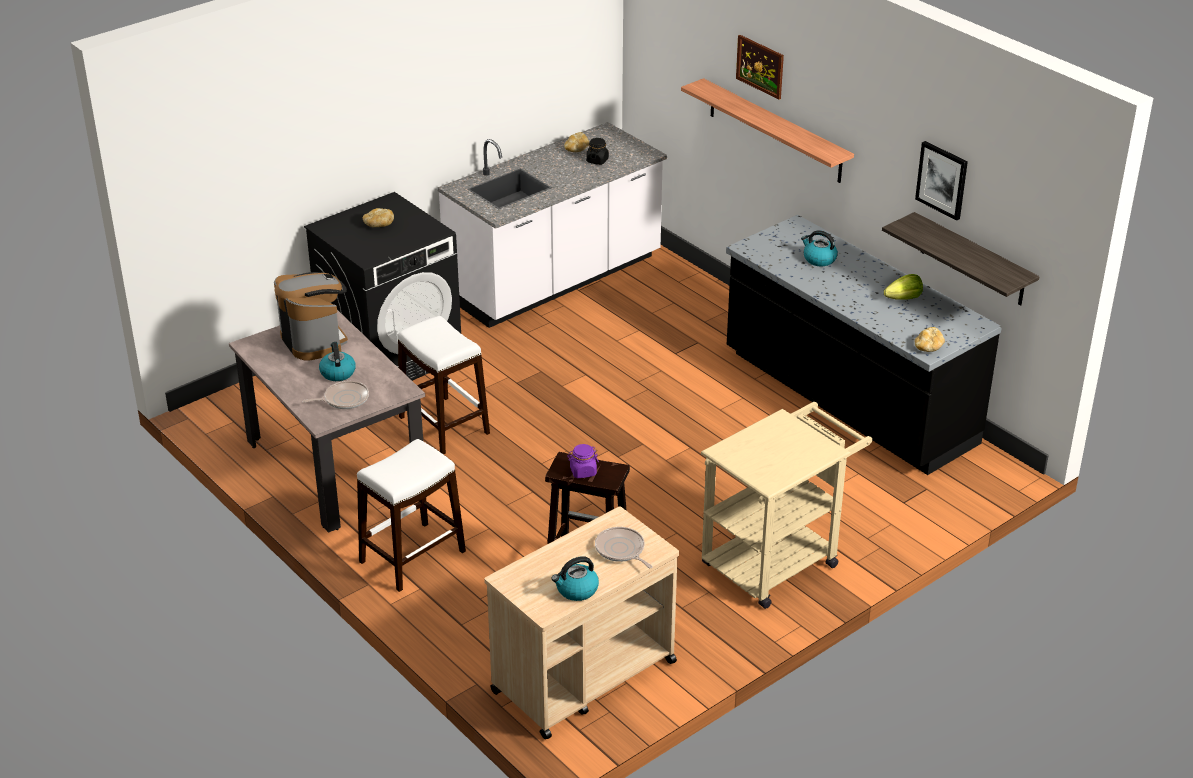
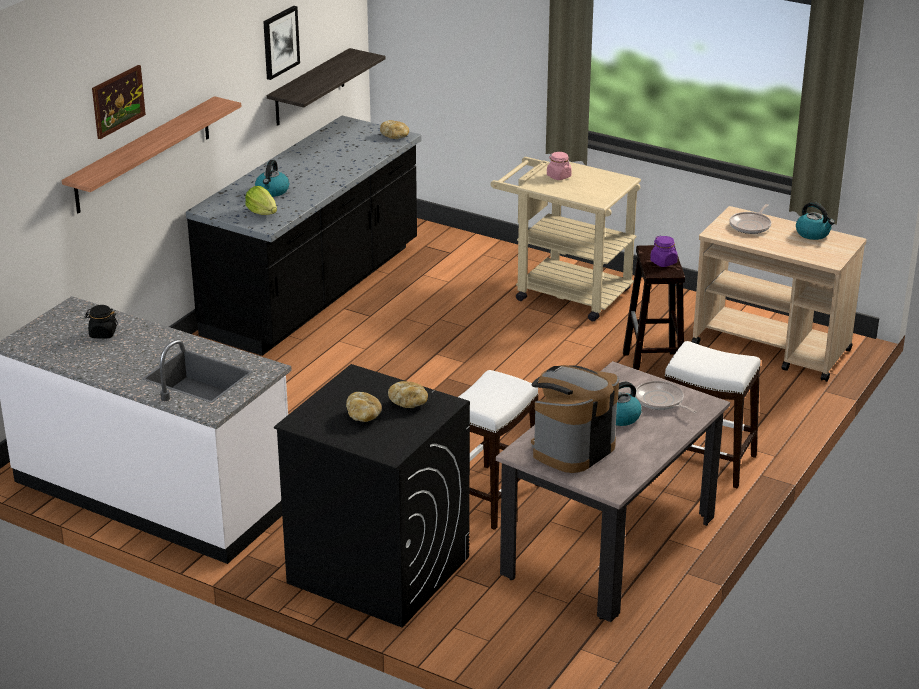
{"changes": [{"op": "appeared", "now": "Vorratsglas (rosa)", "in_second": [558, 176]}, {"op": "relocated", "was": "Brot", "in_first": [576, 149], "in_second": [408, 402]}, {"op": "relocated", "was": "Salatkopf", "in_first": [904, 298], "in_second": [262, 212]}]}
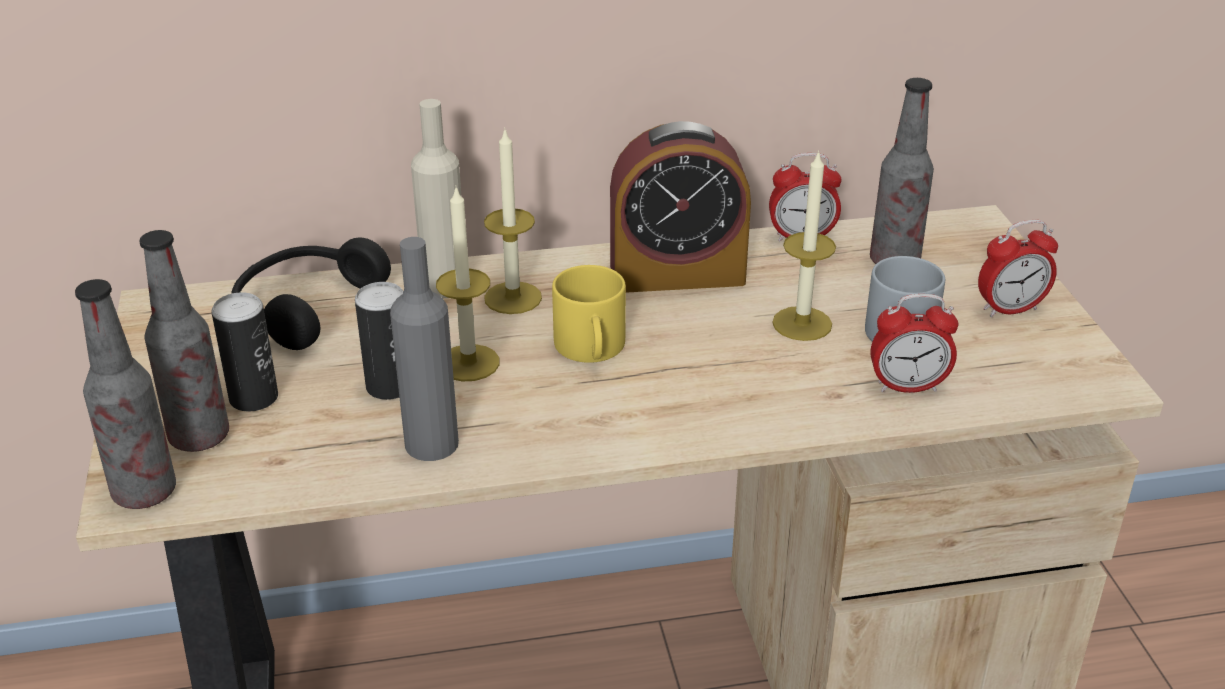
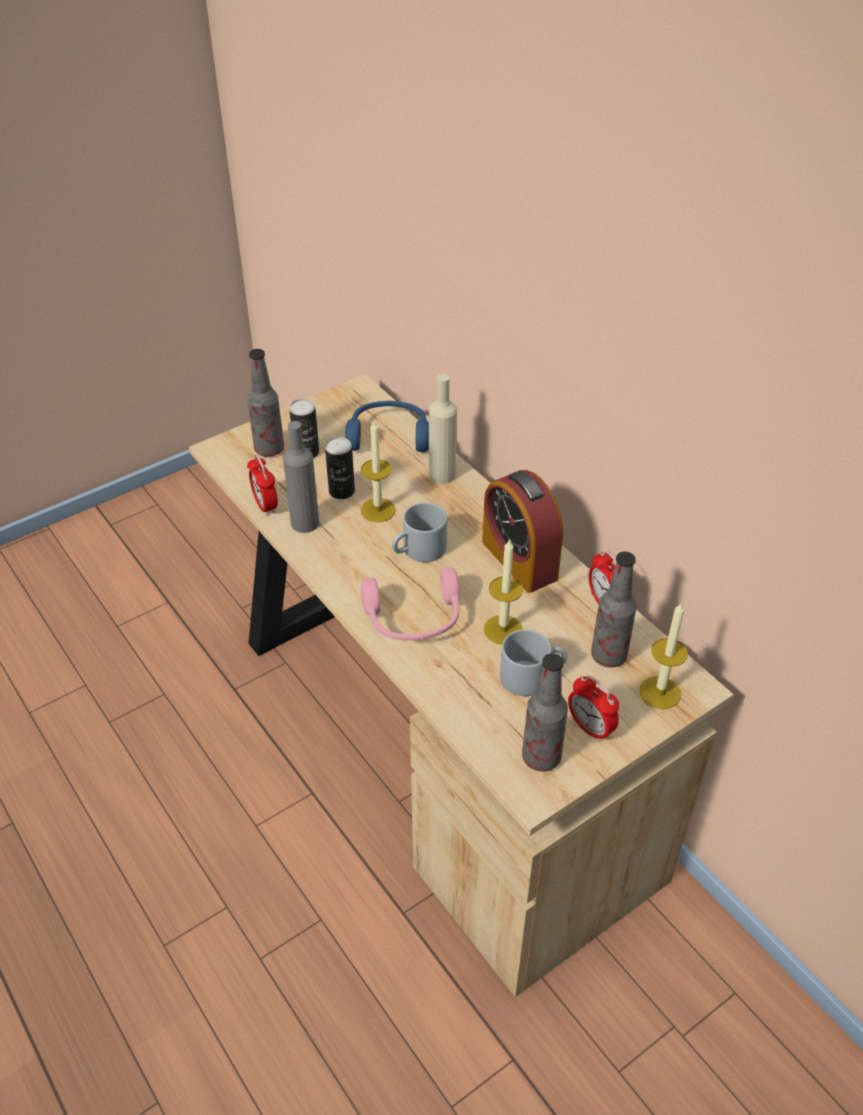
{"changes": [{"op": "appeared", "now": "Kopfhörer (rosa)", "in_second": [414, 619]}, {"op": "relocated", "was": "Flasche", "in_first": [144, 492], "in_second": [541, 757]}, {"op": "relocated", "was": "Kerze", "in_first": [513, 298], "in_second": [660, 692]}, {"op": "relocated", "was": "Wecker", "in_first": [907, 387], "in_second": [265, 506]}, {"op": "colour", "was": "Kopfhörer (schwarz)", "now": "Kopfhörer (blau)", "in_first": [304, 307], "in_second": [389, 435]}, {"op": "colour", "was": "Henkelbecher (gelb)", "now": "Henkelbecher (grau)", "in_first": [593, 350], "in_second": [419, 551]}]}
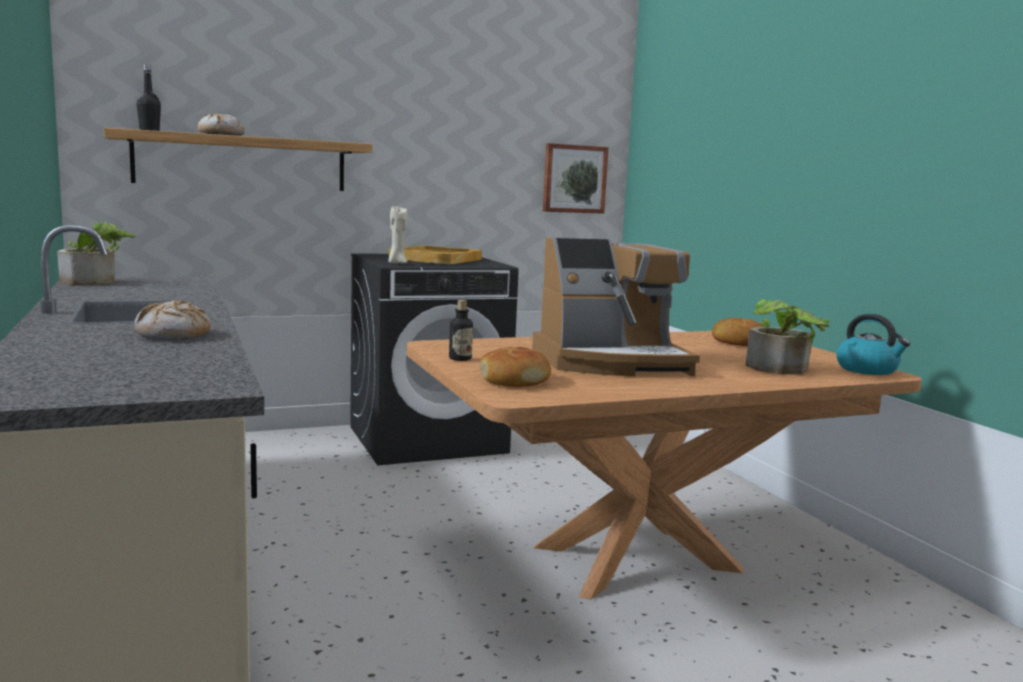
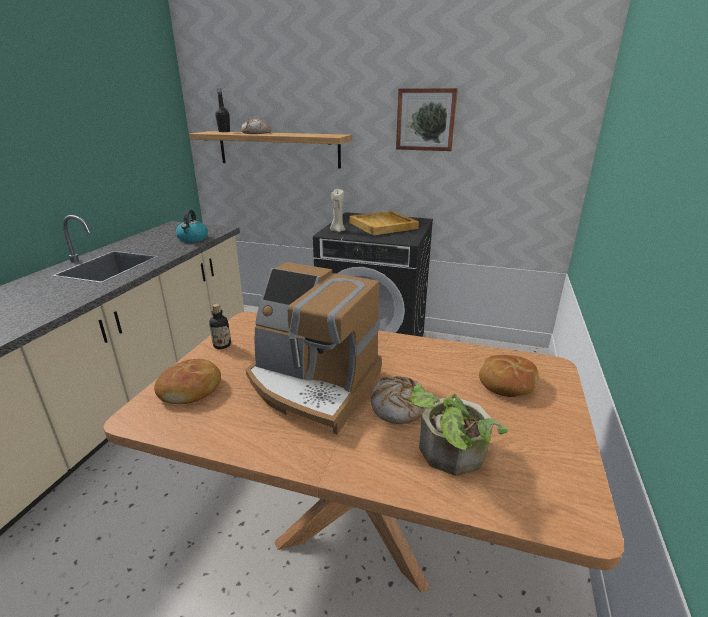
{"changes": [{"op": "missing", "was": "Topfpflanze", "in_first": [96, 281]}, {"op": "relocated", "was": "Brot", "in_first": [173, 334], "in_second": [398, 407]}, {"op": "relocated", "was": "Bild", "in_first": [574, 179], "in_second": [426, 119]}, {"op": "relocated", "was": "Wasserkessel", "in_first": [868, 370], "in_second": [193, 239]}]}
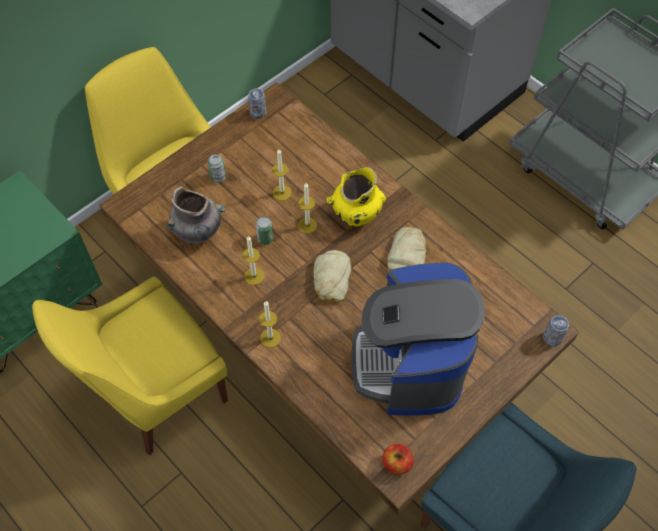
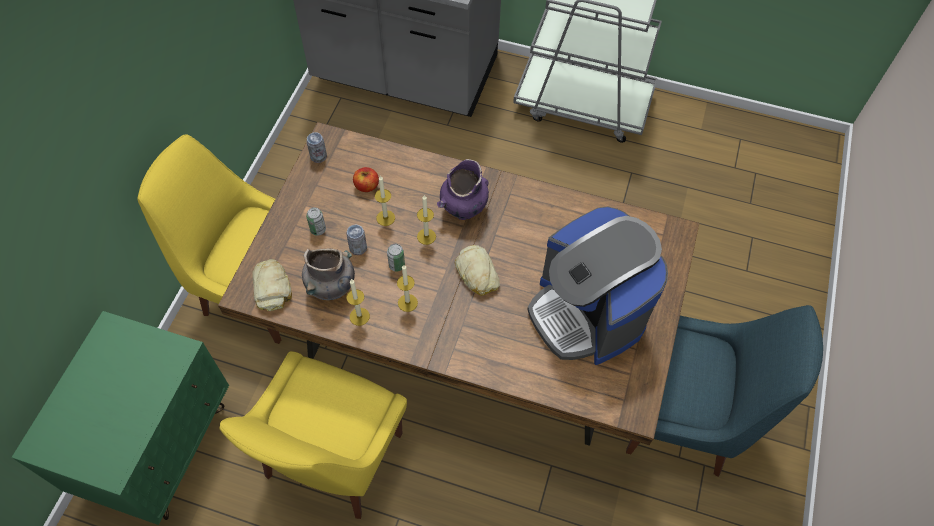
{"changes": [{"op": "relocated", "was": "Kerze", "in_first": [270, 338], "in_second": [359, 316]}, {"op": "relocated", "was": "Apfel", "in_first": [397, 463], "in_second": [366, 186]}, {"op": "relocated", "was": "Brot", "in_first": [408, 255], "in_second": [273, 287]}, {"op": "relocated", "was": "Dose", "in_first": [552, 338], "in_second": [358, 248]}, {"op": "colour", "was": "Vase (gelb)", "now": "Vase (lila)", "in_first": [355, 216], "in_second": [463, 210]}]}
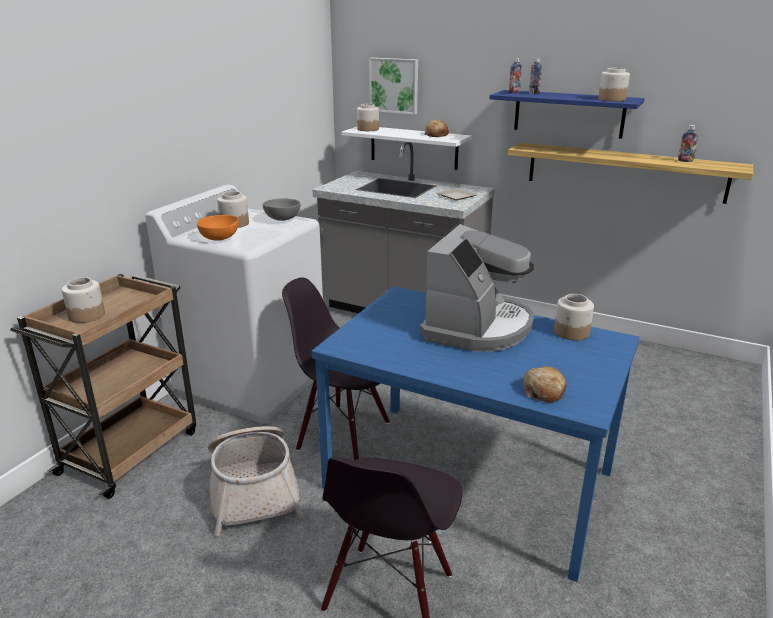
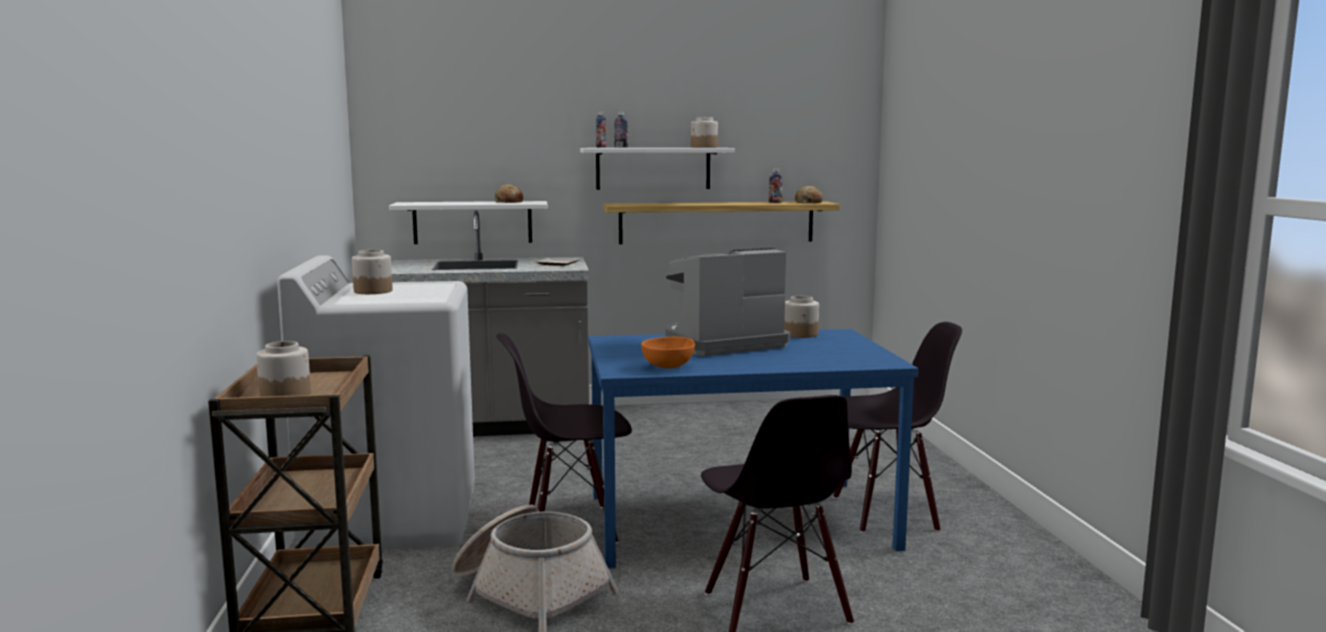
{"changes": [{"op": "missing", "was": "Schüssel (grau)", "in_first": [281, 219]}, {"op": "missing", "was": "Vorratsglas", "in_first": [368, 129]}, {"op": "missing", "was": "Bild", "in_first": [394, 85]}, {"op": "appeared", "now": "Stuhl (schwarz)", "in_second": [885, 512]}, {"op": "relocated", "was": "Schüssel (orange)", "in_first": [220, 239], "in_second": [669, 367]}, {"op": "relocated", "was": "Brot", "in_first": [544, 391], "in_second": [808, 202]}, {"op": "colour", "was": "Wandregal (blau)", "now": "Wandregal (weiß)", "in_first": [568, 114], "in_second": [653, 168]}, {"op": "spun", "was": "Kaffeemaschine", "in_first": [478, 327], "in_second": [722, 343], "clockwise": -105}]}
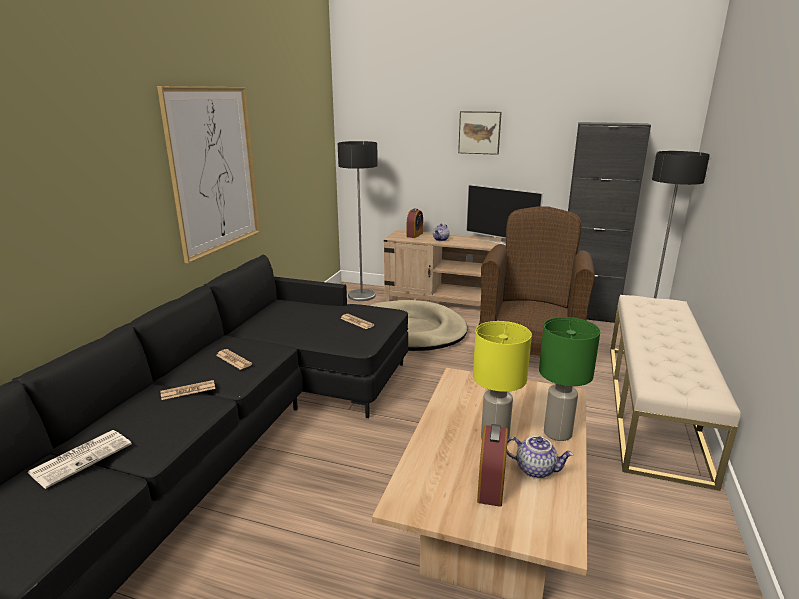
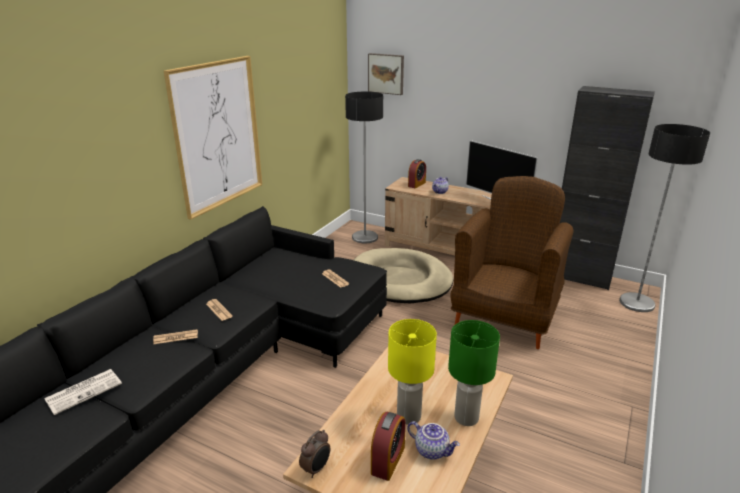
{"changes": [{"op": "missing", "was": "Bank (beige)", "in_first": [653, 406]}, {"op": "appeared", "now": "Wecker", "in_second": [316, 469]}, {"op": "relocated", "was": "Bild", "in_first": [479, 132], "in_second": [386, 73]}]}
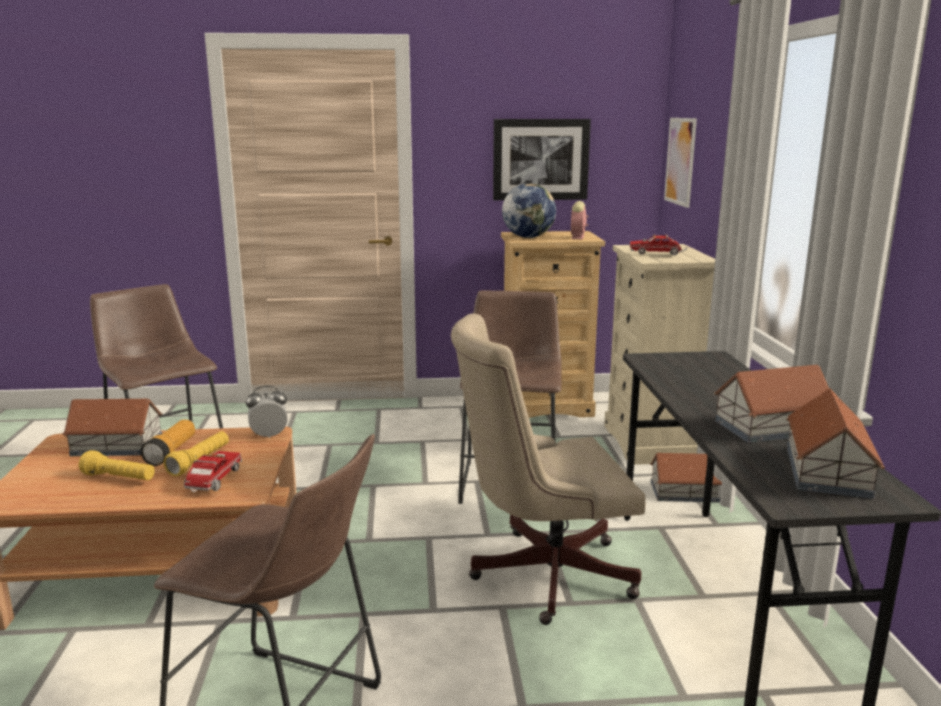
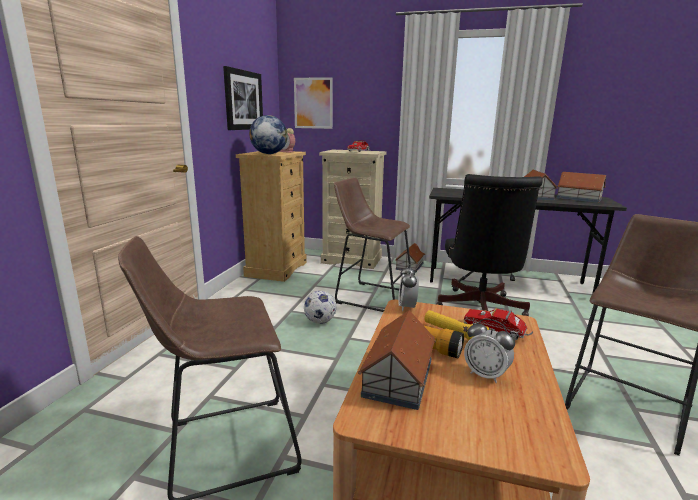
{"changes": [{"op": "appeared", "now": "Fußball", "in_second": [320, 321]}, {"op": "exchanged", "was": "Taschenlampe (gelb)", "now": "Wecker", "in_first": [119, 478], "in_second": [486, 375]}, {"op": "colour", "was": "Bürostuhl (beige)", "now": "Bürostuhl (schwarz)", "in_first": [541, 574], "in_second": [479, 309]}]}
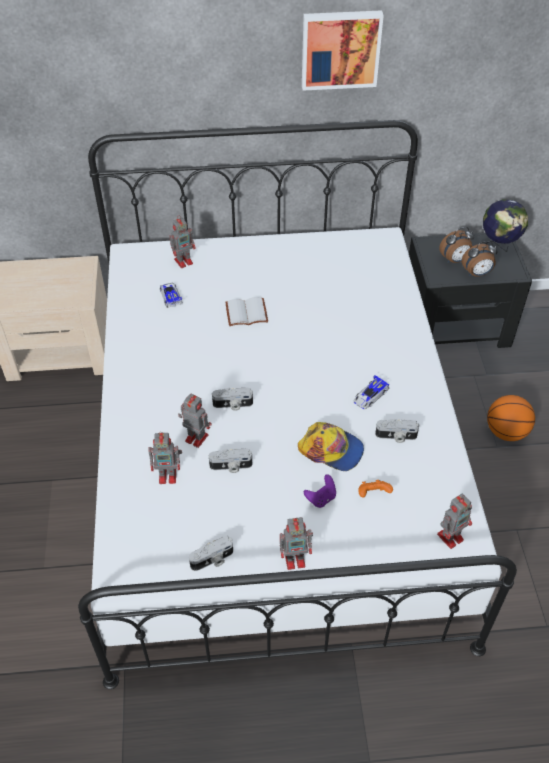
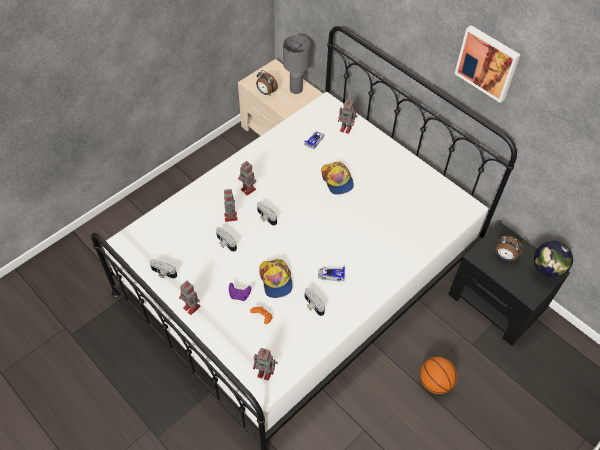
{"changes": [{"op": "appeared", "now": "Tischlampe (grau)", "in_second": [296, 89]}, {"op": "relocated", "was": "Spielzeugroboter", "in_first": [169, 475], "in_second": [248, 190]}, {"op": "relocated", "was": "Wecker", "in_first": [477, 274], "in_second": [266, 92]}, {"op": "exchanged", "was": "Buch (weiß)", "now": "Kappe", "in_first": [247, 312], "in_second": [337, 180]}]}
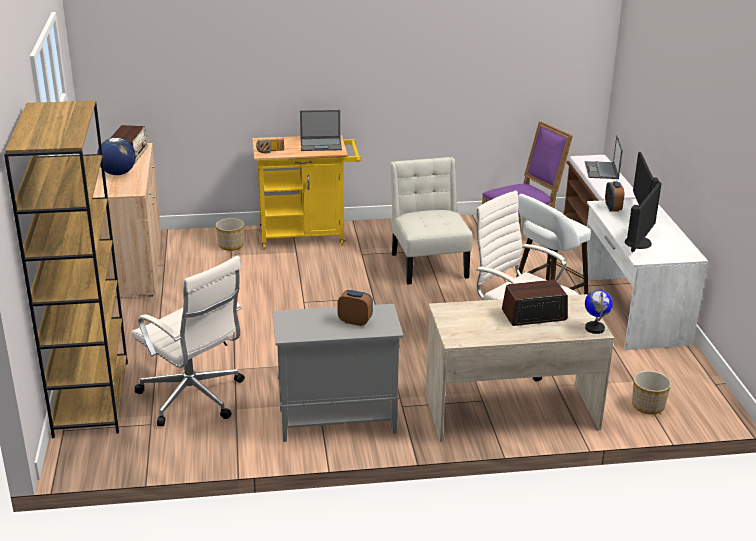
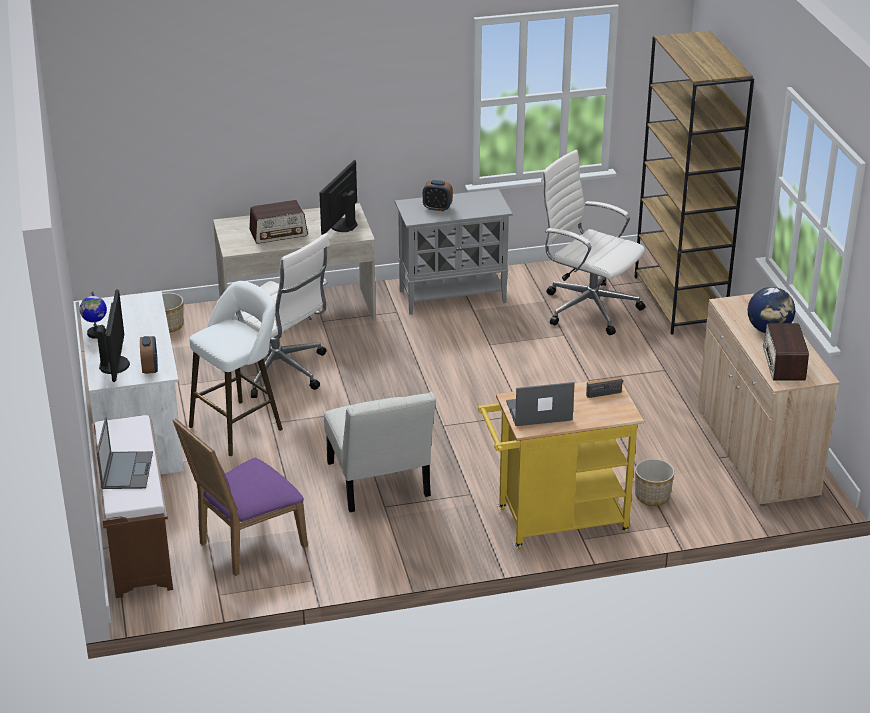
{"changes": [{"op": "relocated", "was": "Globus", "in_first": [595, 328], "in_second": [96, 333]}, {"op": "relocated", "was": "Monitor", "in_first": [639, 243], "in_second": [342, 225]}]}
